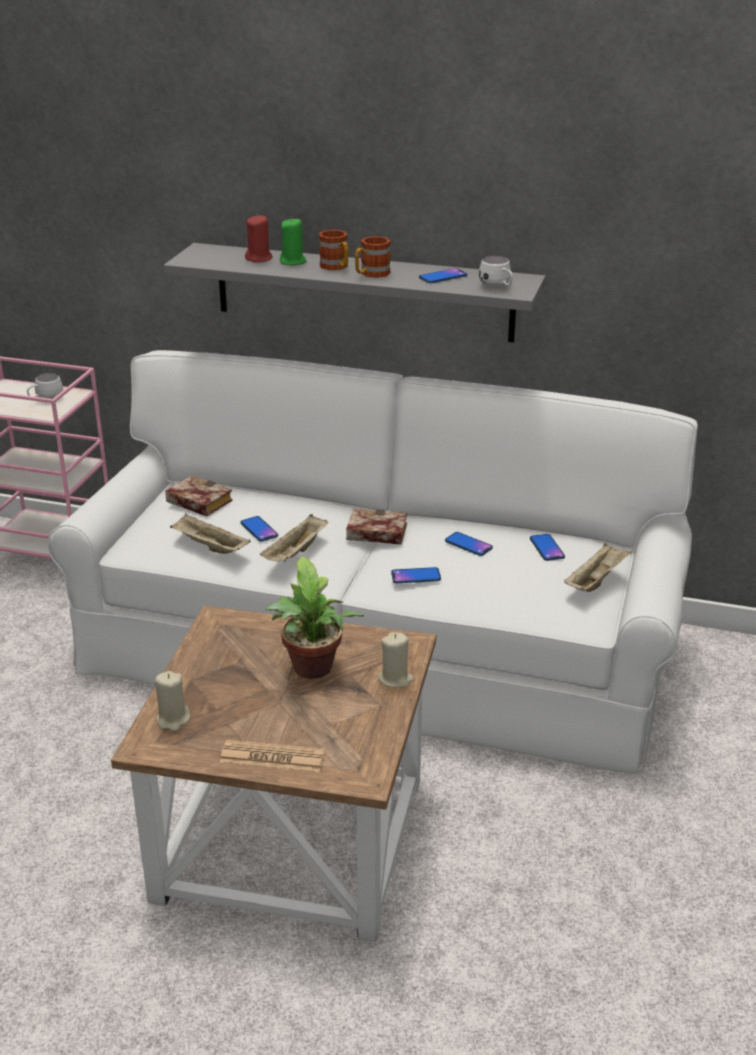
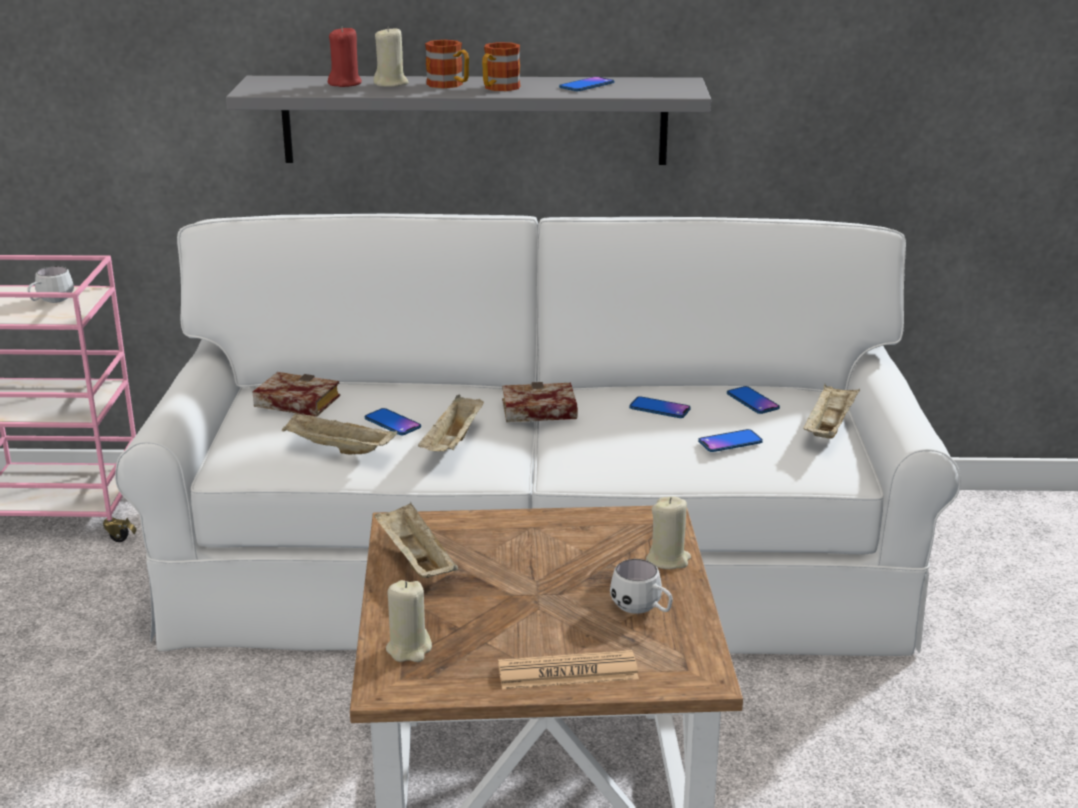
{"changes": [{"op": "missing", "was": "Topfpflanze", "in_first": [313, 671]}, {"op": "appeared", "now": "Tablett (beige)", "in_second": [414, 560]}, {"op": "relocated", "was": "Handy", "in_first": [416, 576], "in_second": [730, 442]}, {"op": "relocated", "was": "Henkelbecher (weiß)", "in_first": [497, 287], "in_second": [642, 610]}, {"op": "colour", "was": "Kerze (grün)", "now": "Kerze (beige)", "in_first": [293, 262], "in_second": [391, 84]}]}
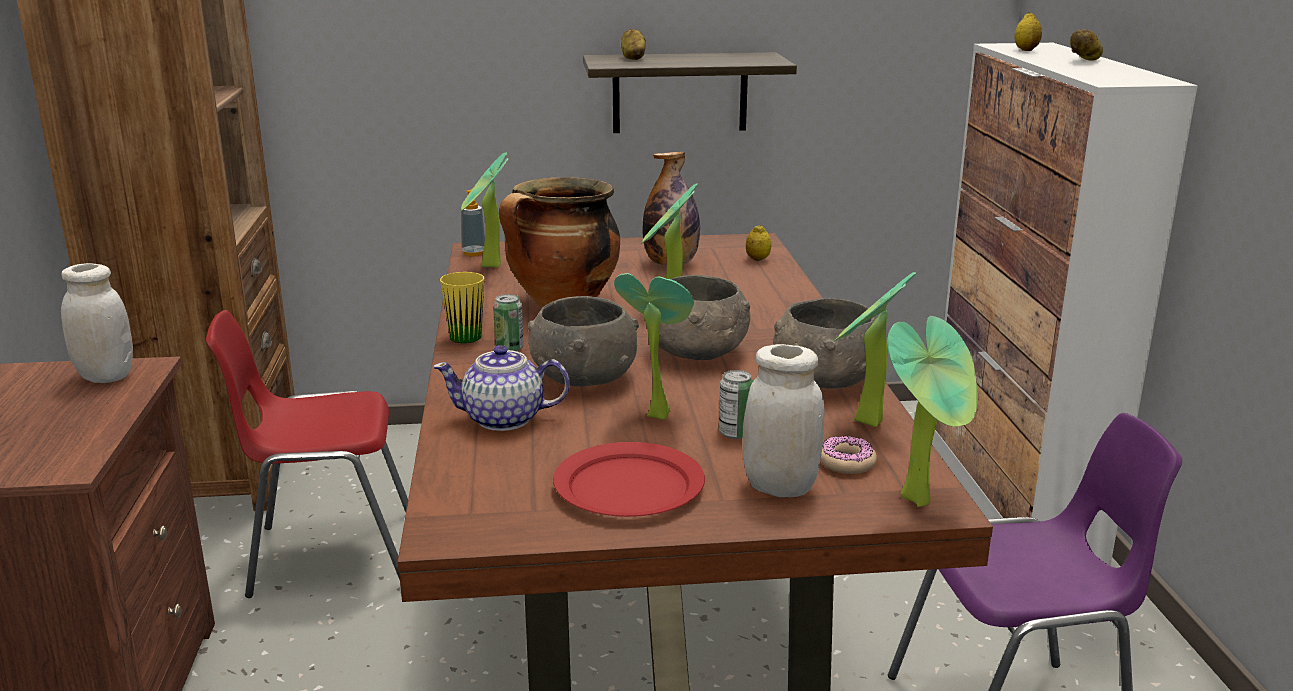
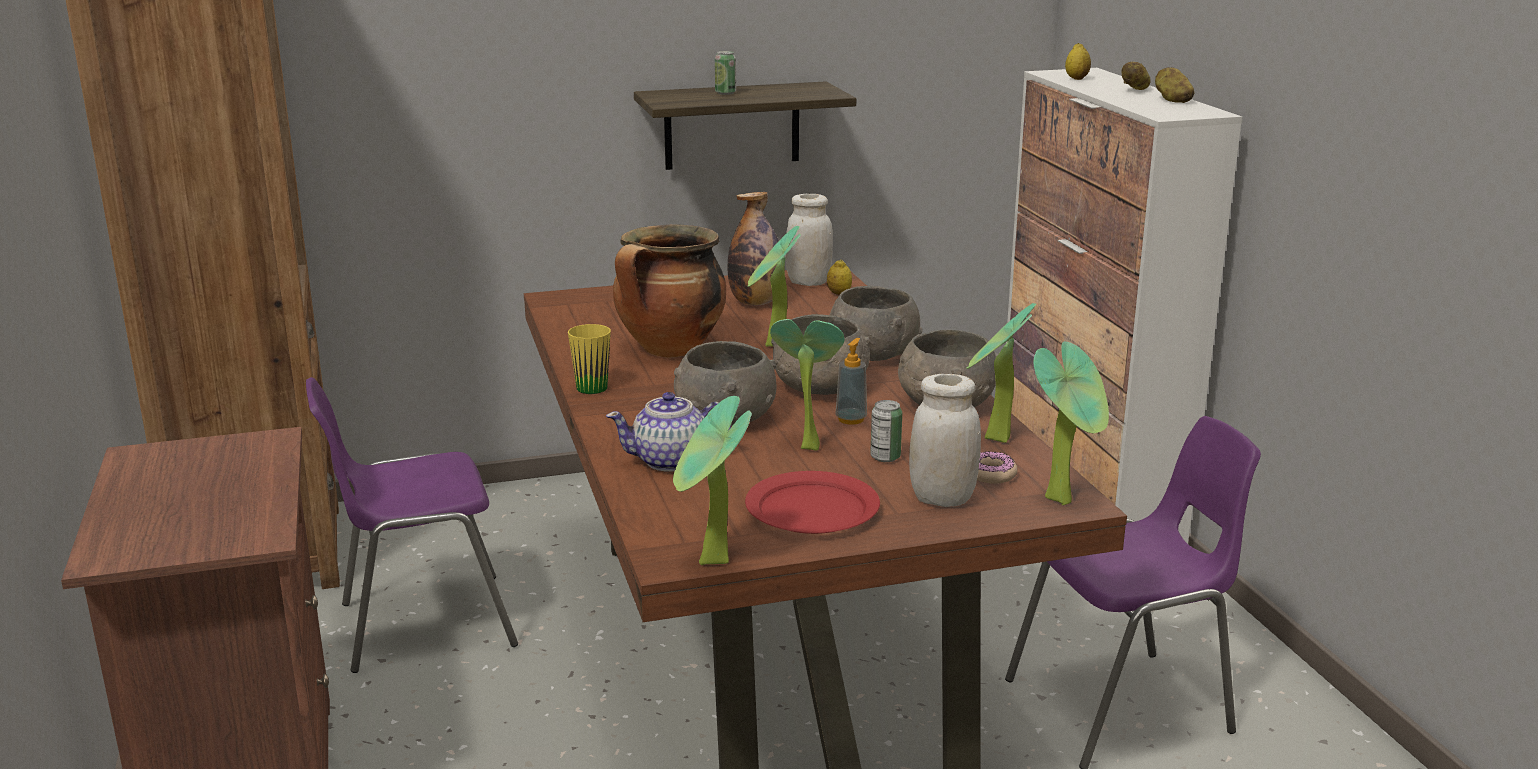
{"changes": [{"op": "appeared", "now": "Schüssel (grau)", "in_second": [872, 354]}, {"op": "relocated", "was": "Vorratsglas (weiß)", "in_first": [106, 376], "in_second": [808, 282]}, {"op": "relocated", "was": "Topfpflanze", "in_first": [488, 267], "in_second": [711, 565]}, {"op": "relocated", "was": "Seifenspender", "in_first": [474, 253], "in_second": [851, 419]}, {"op": "relocated", "was": "Dose", "in_first": [509, 348], "in_second": [725, 93]}, {"op": "relocated", "was": "Kartoffel", "in_first": [633, 58], "in_second": [1172, 100]}, {"op": "colour", "was": "Stuhl (rot)", "now": "Stuhl (lila)", "in_first": [328, 554], "in_second": [422, 624]}]}
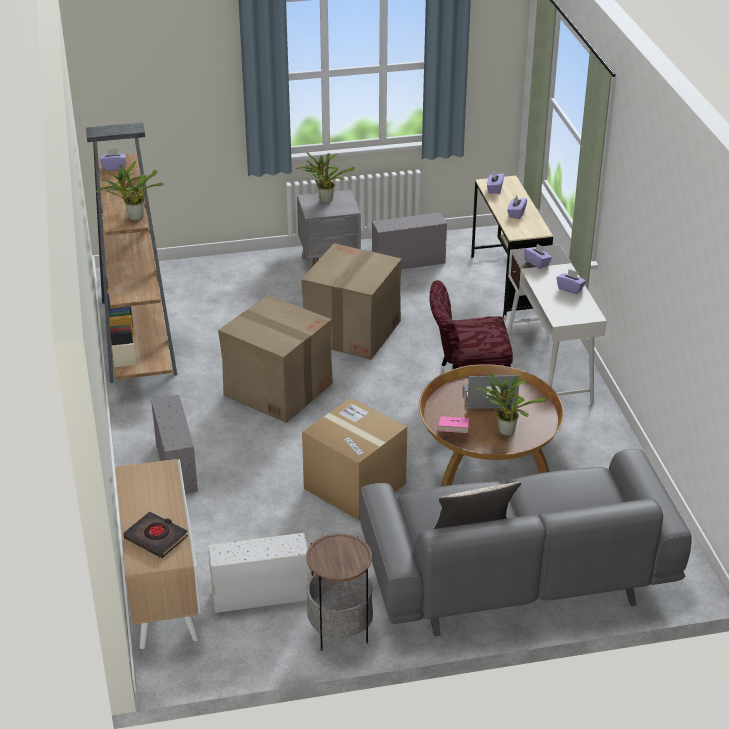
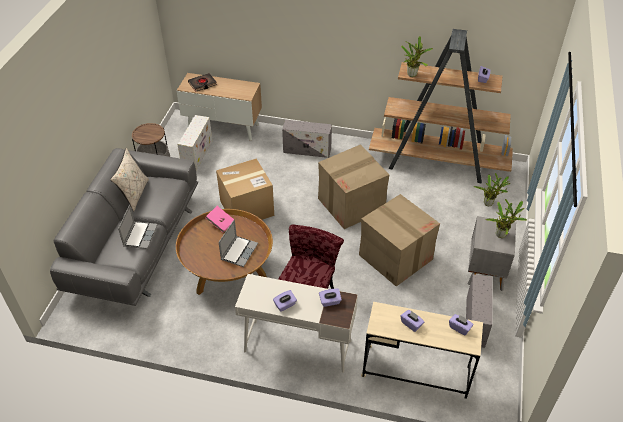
{"changes": [{"op": "appeared", "now": "Laptop", "in_second": [140, 235]}, {"op": "relocated", "was": "Topfpflanze", "in_first": [505, 430], "in_second": [489, 203]}]}
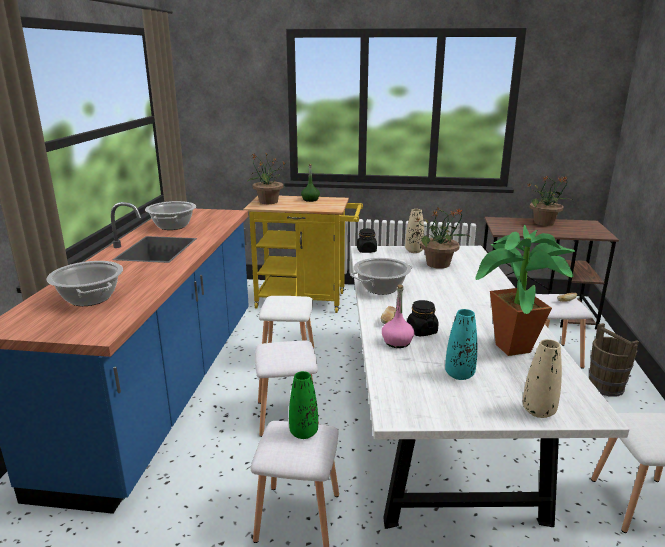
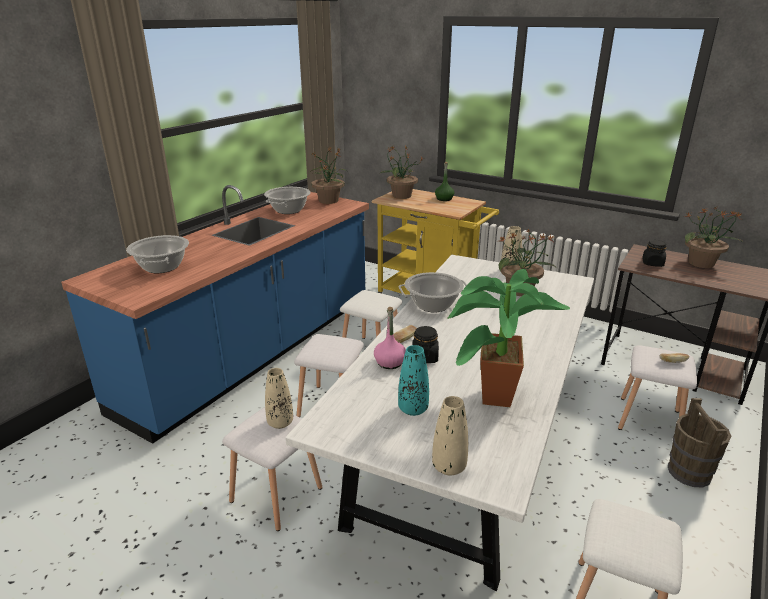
{"changes": [{"op": "appeared", "now": "Topfpflanze", "in_second": [328, 200]}, {"op": "relocated", "was": "Vorratsglas (schwarz)", "in_first": [366, 250], "in_second": [652, 263]}, {"op": "colour", "was": "Vase (grün)", "now": "Vase (beige)", "in_first": [303, 433], "in_second": [280, 423]}]}
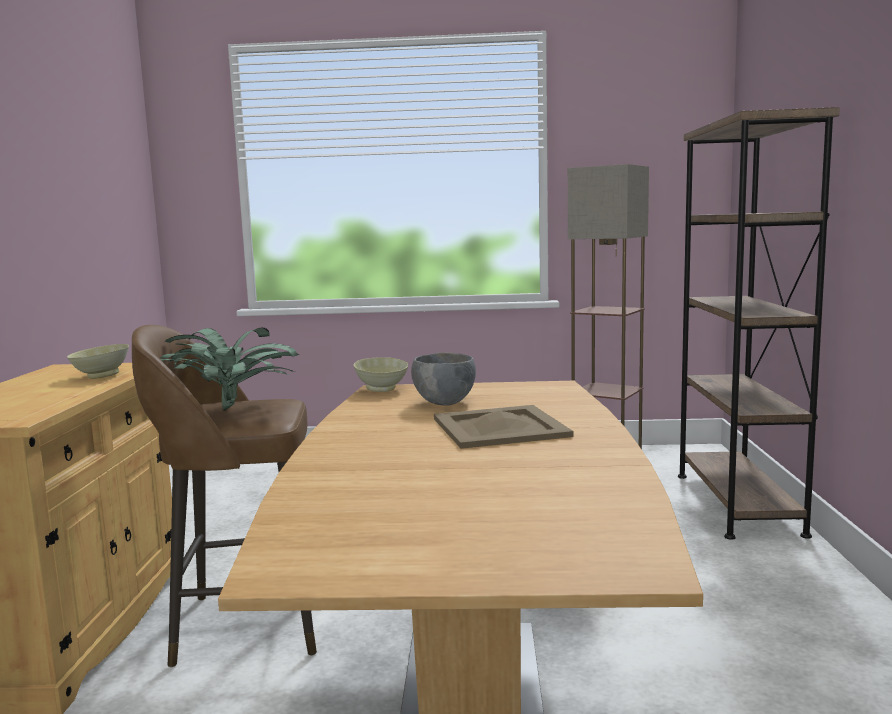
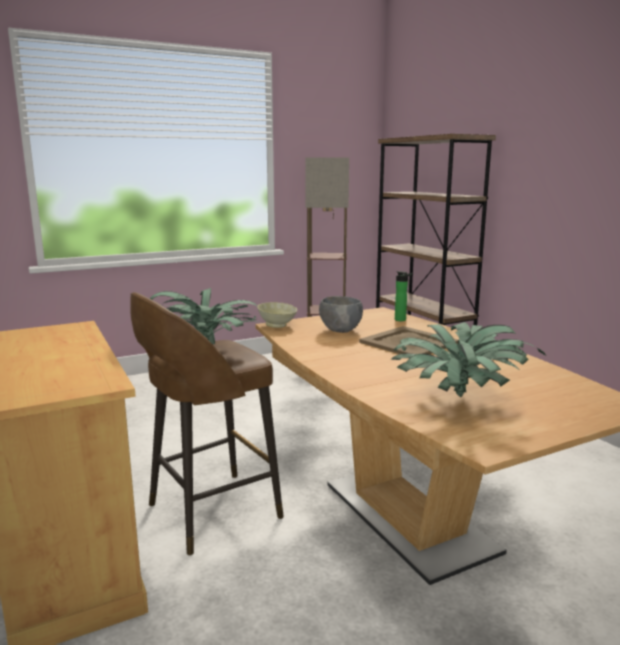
{"changes": [{"op": "missing", "was": "Schüssel (beige)", "in_first": [100, 376]}, {"op": "appeared", "now": "Topfpflanze", "in_second": [457, 399]}, {"op": "appeared", "now": "Flasche", "in_second": [402, 320]}]}
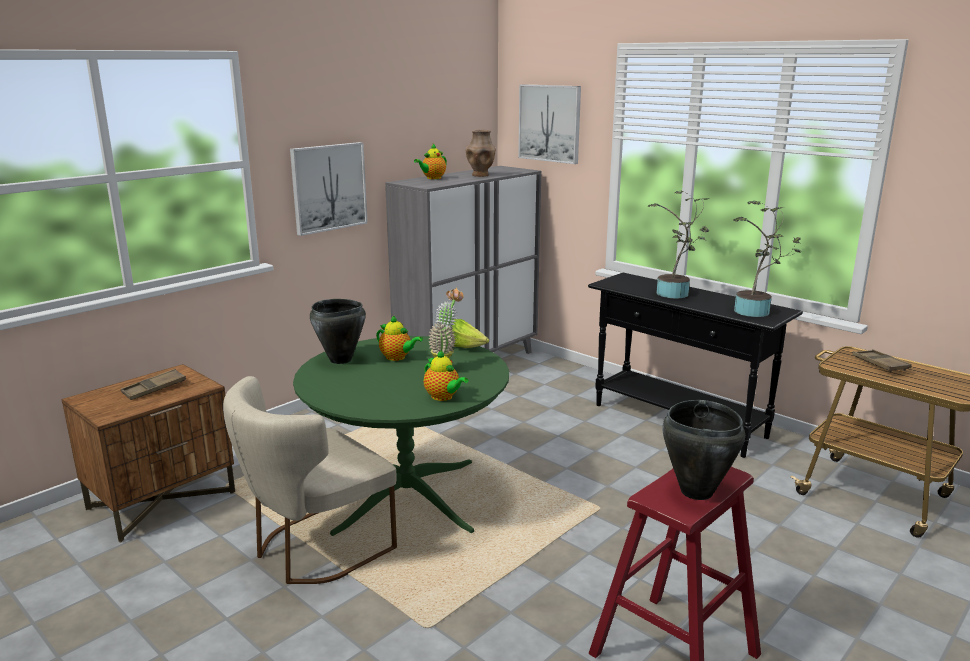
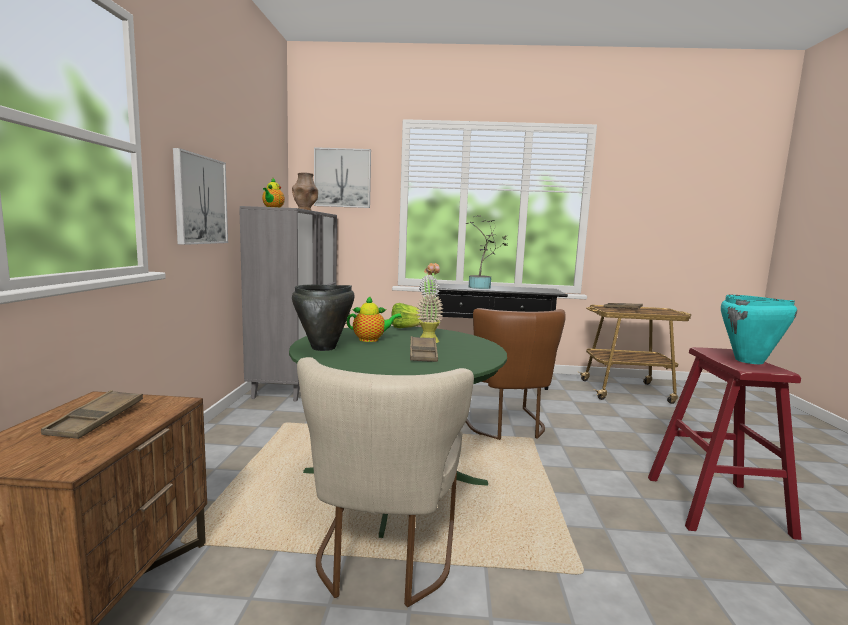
{"changes": [{"op": "missing", "was": "Teekanne", "in_first": [443, 397]}, {"op": "missing", "was": "Topfpflanze", "in_first": [756, 312]}, {"op": "appeared", "now": "Tablett (braun)", "in_second": [423, 353]}, {"op": "appeared", "now": "Stuhl (braun)", "in_second": [505, 425]}, {"op": "colour", "was": "Kochtopf (schwarz)", "now": "Kochtopf (türkis)", "in_first": [696, 492], "in_second": [749, 361]}]}
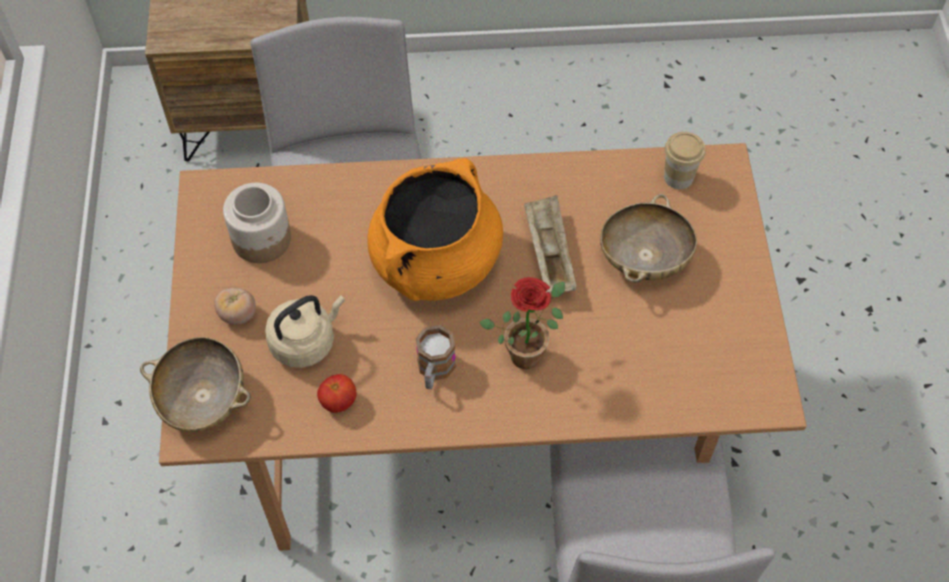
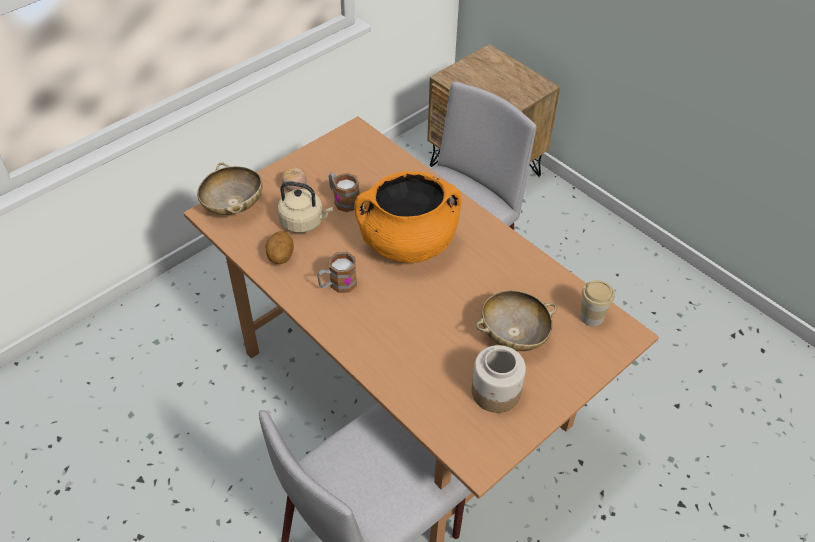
{"changes": [{"op": "missing", "was": "Topfpflanze", "in_first": [528, 350]}, {"op": "missing", "was": "Tablett (beige)", "in_first": [548, 254]}, {"op": "appeared", "now": "Henkelbecher", "in_second": [343, 200]}, {"op": "relocated", "was": "Vorratsglas", "in_first": [262, 239], "in_second": [496, 392]}, {"op": "exchanged", "was": "Tomate", "now": "Kartoffel", "in_first": [338, 401], "in_second": [280, 257]}]}
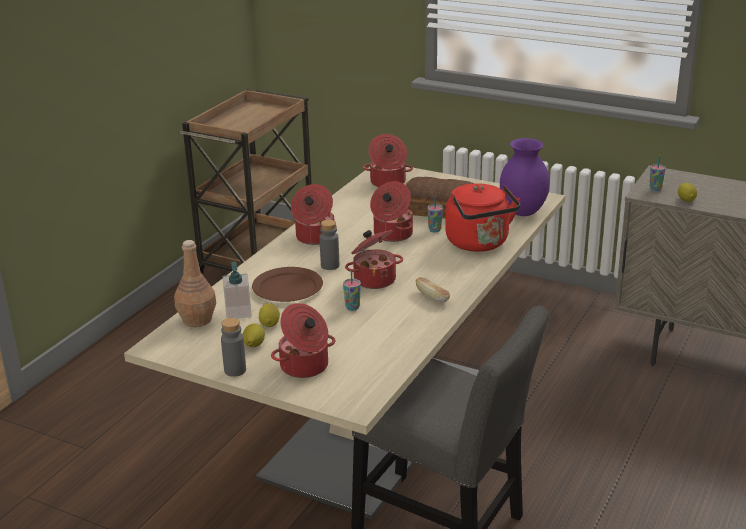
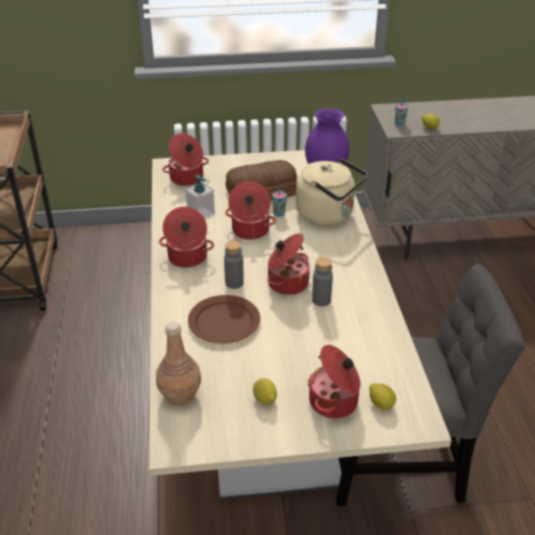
{"changes": [{"op": "missing", "was": "Tasse", "in_first": [352, 307]}, {"op": "missing", "was": "Brot", "in_first": [432, 297]}, {"op": "relocated", "was": "Flasche (grau)", "in_first": [235, 370], "in_second": [321, 300]}, {"op": "relocated", "was": "Seifenspender", "in_first": [238, 312], "in_second": [201, 214]}, {"op": "relocated", "was": "Zitrone", "in_first": [270, 324], "in_second": [381, 404]}, {"op": "colour", "was": "Wasserkessel (rot)", "now": "Wasserkessel (beige)", "in_first": [479, 243], "in_second": [328, 215]}]}
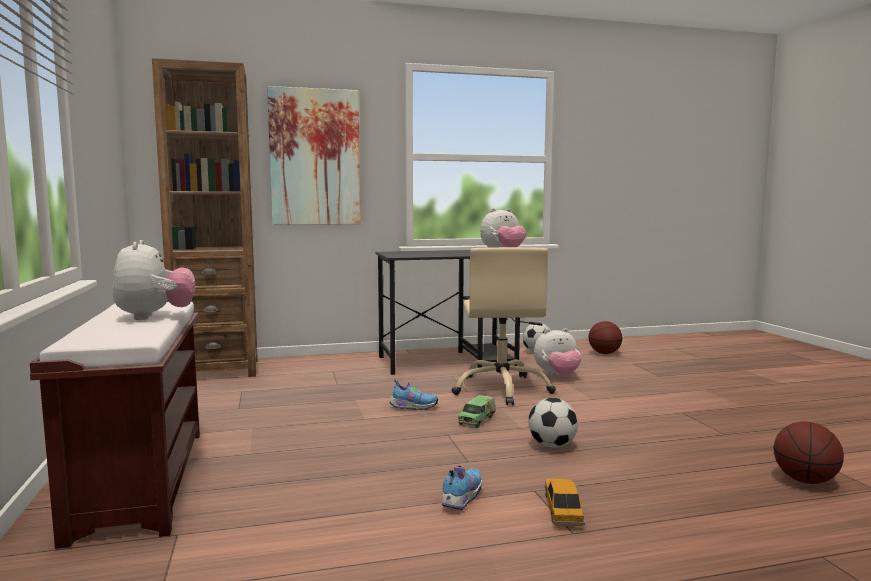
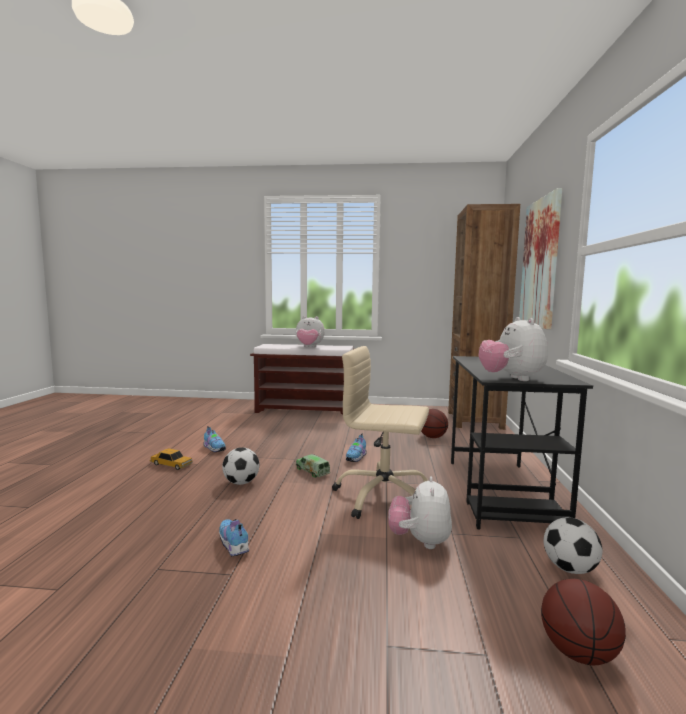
{"changes": [{"op": "appeared", "now": "Schuh", "in_second": [233, 546]}, {"op": "relocated", "was": "Basketball", "in_first": [805, 480], "in_second": [432, 437]}]}
